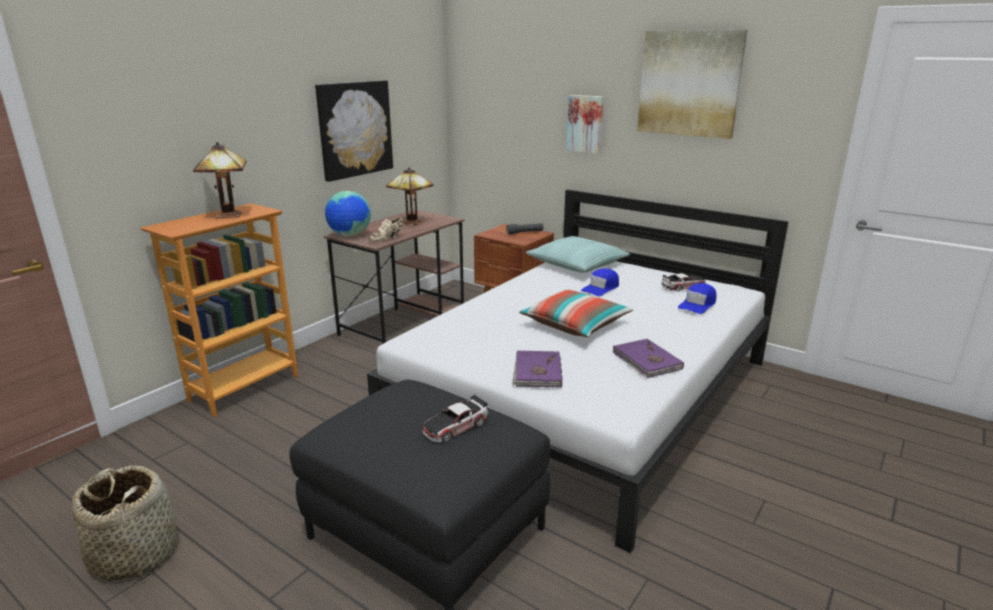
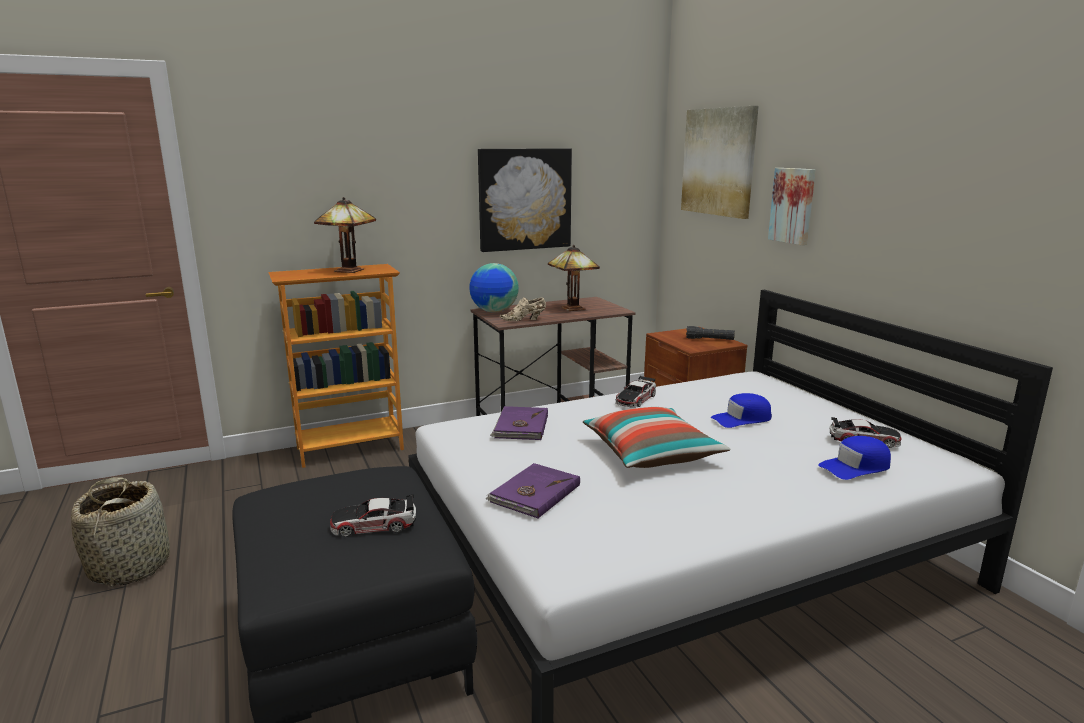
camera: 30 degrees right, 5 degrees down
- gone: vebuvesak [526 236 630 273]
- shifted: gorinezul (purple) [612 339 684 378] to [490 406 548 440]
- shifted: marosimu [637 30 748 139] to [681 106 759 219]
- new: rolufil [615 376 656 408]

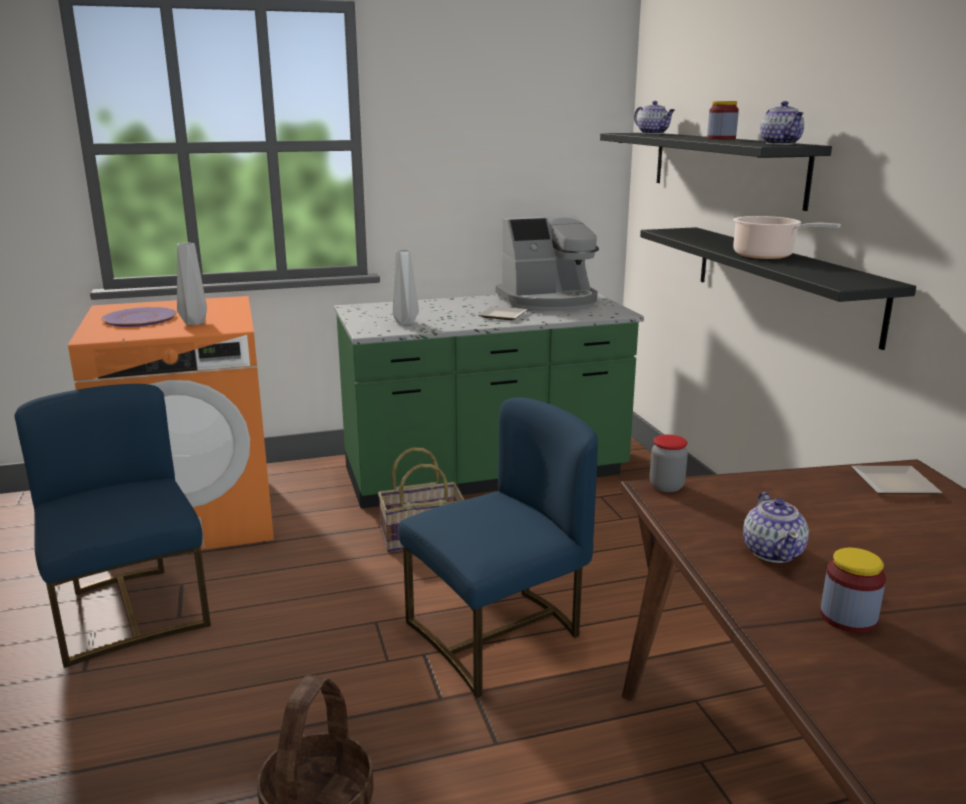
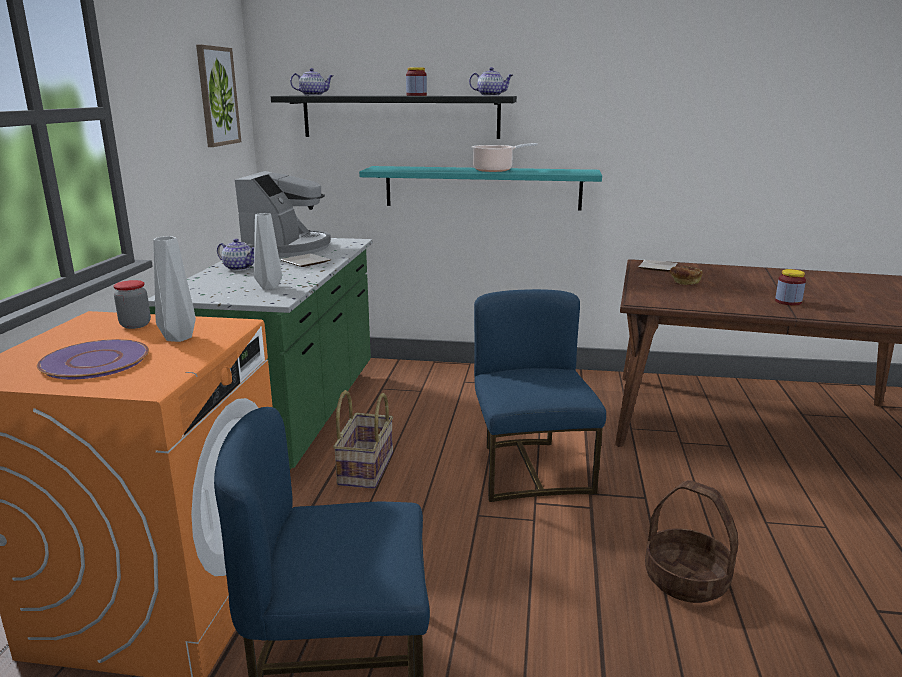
camera: 65 degrees left, 0 degrees up
- repainted: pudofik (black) [640 227 916 350] to pudofik (turquoise) [359 166 602 210]
- shifted: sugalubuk [650 435 688 492] to [113 280 151 329]
- shifted: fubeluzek [743 492 809 563] to [217 239 254 271]
- new: marosimu [196 45 241 147]
- new: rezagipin [670 266 703 285]

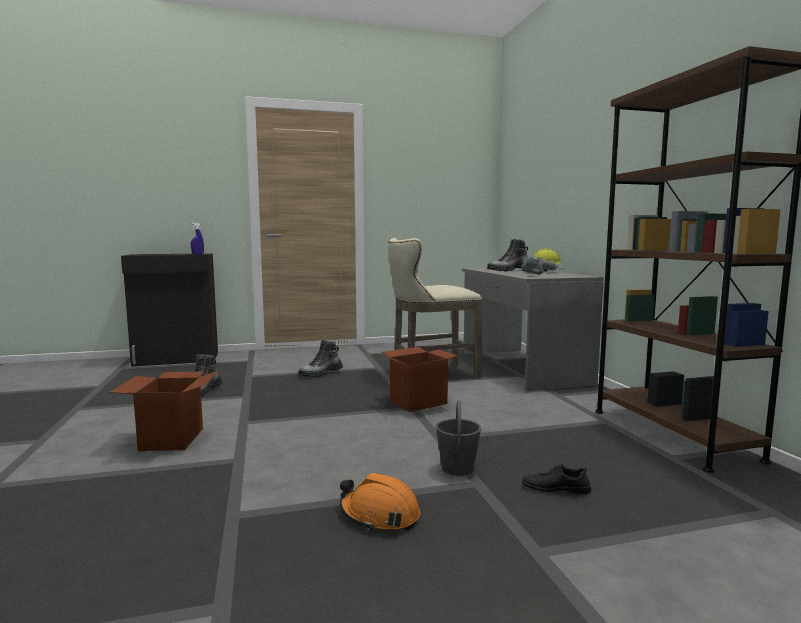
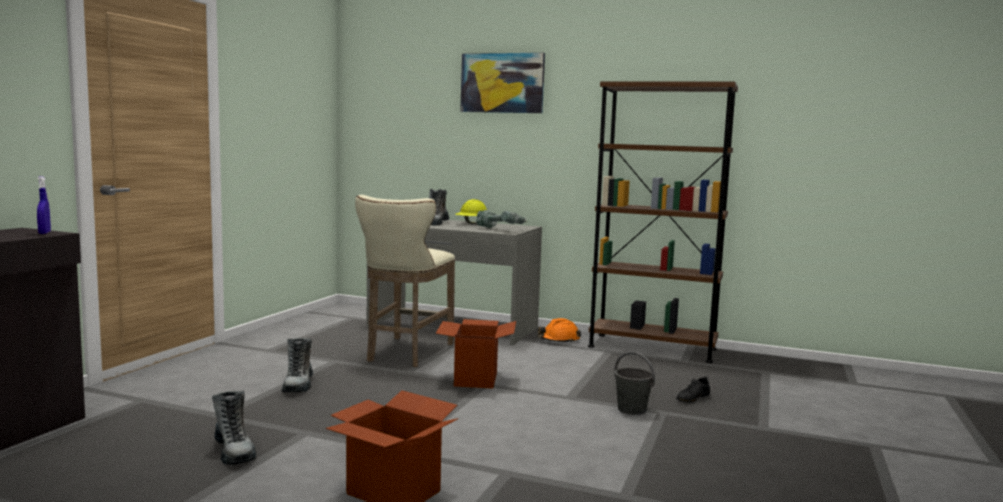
camera: 55 degrees left, 0 degrees up
- shifted: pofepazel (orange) [340 473 420 531] to [538 318 581 343]
- new: marosimu [460 53 545 113]

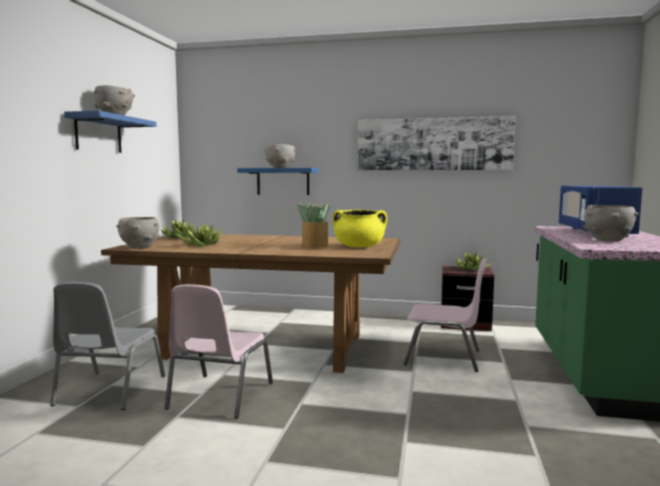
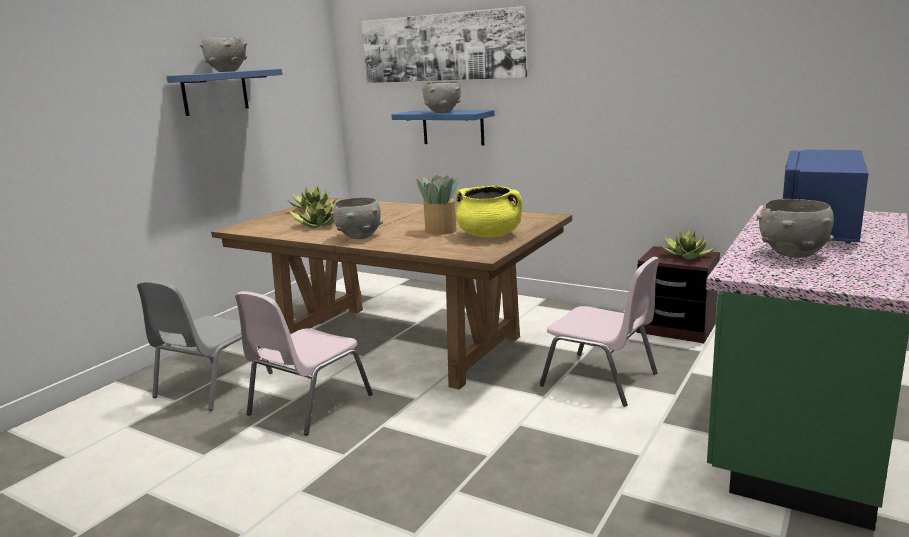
camera: 20 degrees right, 10 degrees up
- shifted: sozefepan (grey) [116 217 160 249] to [330 198 383 239]
- shifted: marosimu [358 116 515 170] to [361 6 527 83]

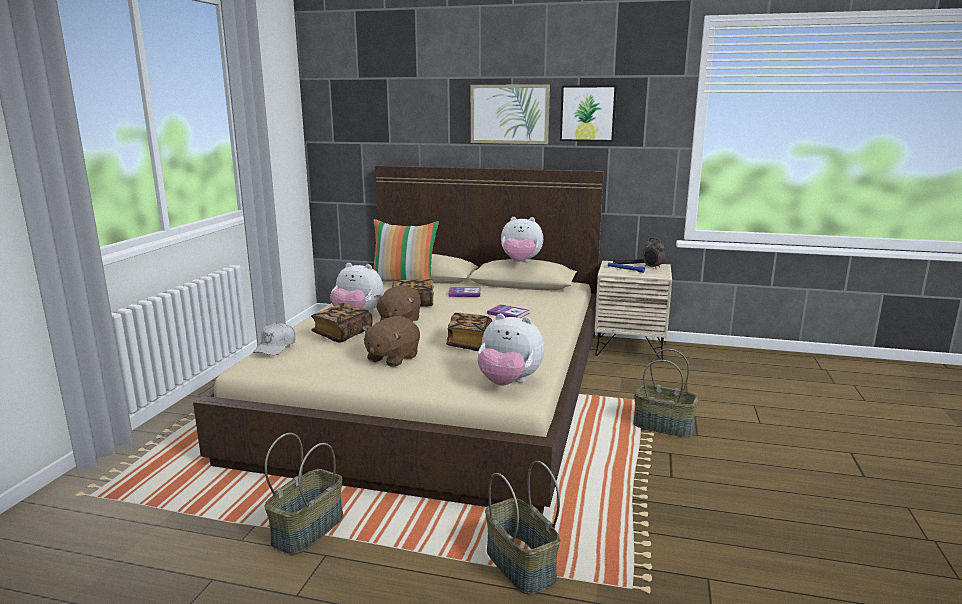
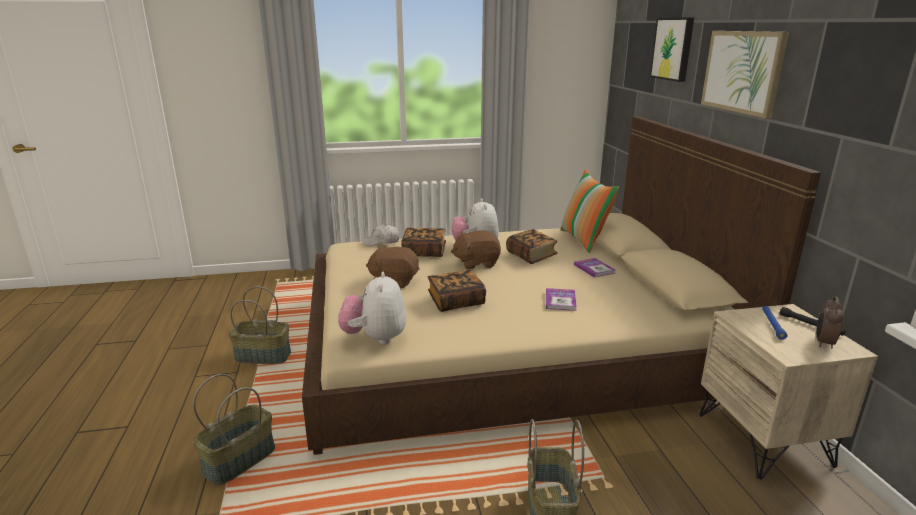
camera: 65 degrees right, 5 degrees up
- gone: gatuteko [501 217 543 262]
- shifted: marosimu [560 85 617 142] to [650 17 694 82]

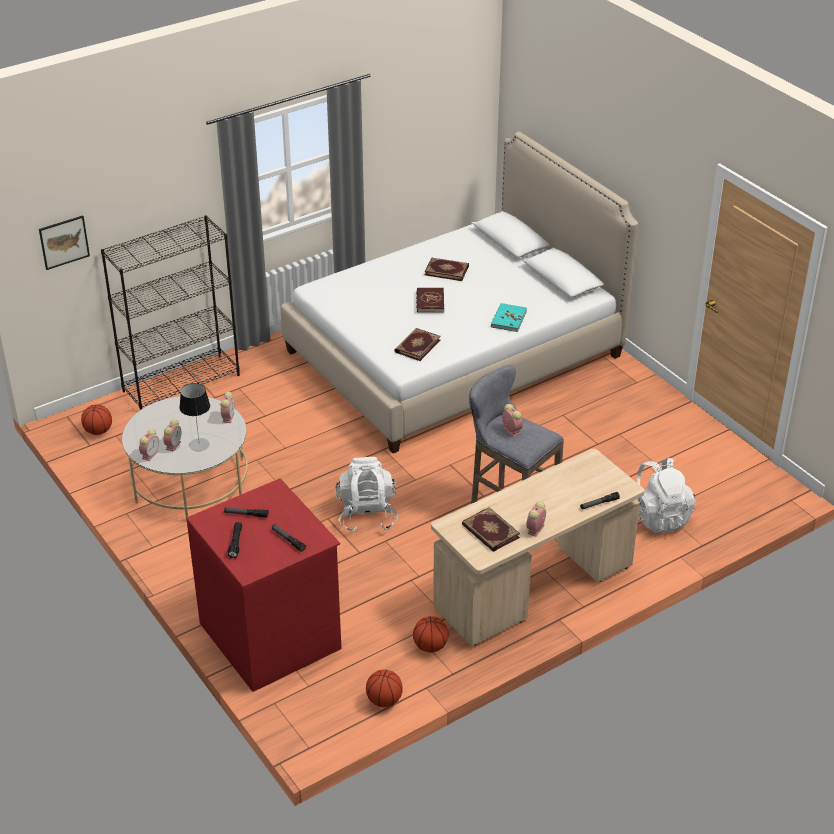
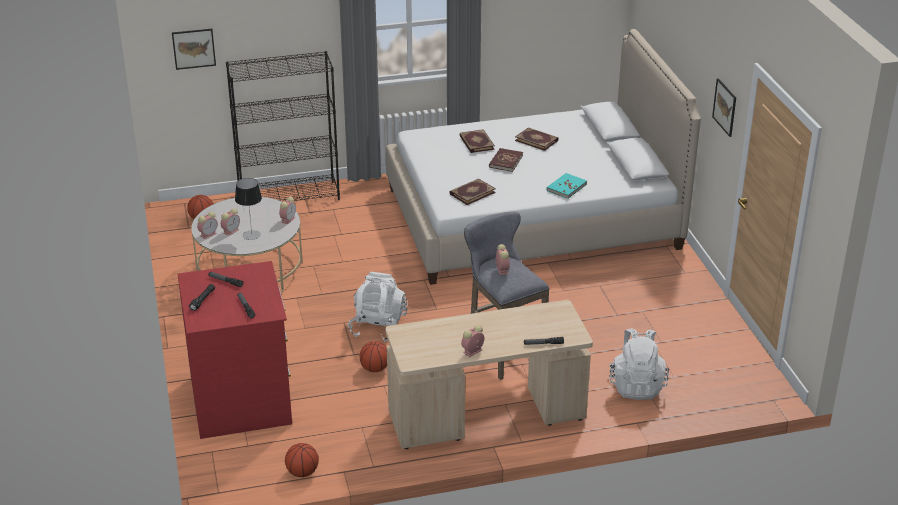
camera: 20 degrees right, 5 degrees down
- shifted: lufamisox [413 616 449 653] to [360 341 387 372]
- shifted: gorinezul [462 507 520 552] to [459 129 495 153]
- new: marosimu [712 78 736 137]

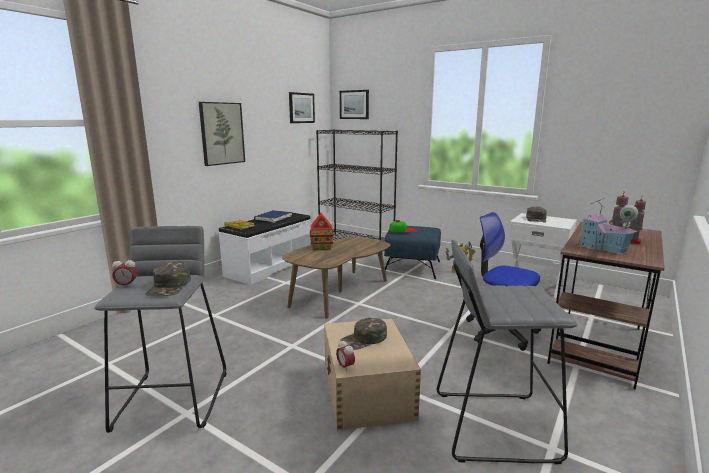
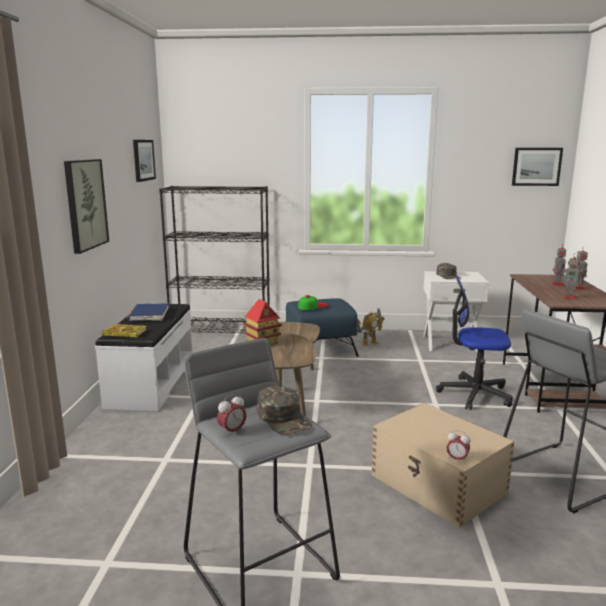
camera: 30 degrees left, 0 degrees up
- shifted: marosimu [340 90 369 119] to [512 148 563 186]
- gone: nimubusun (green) [340 318 387 350]
- swapped: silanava [577 198 638 254] to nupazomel [561 253 584 300]

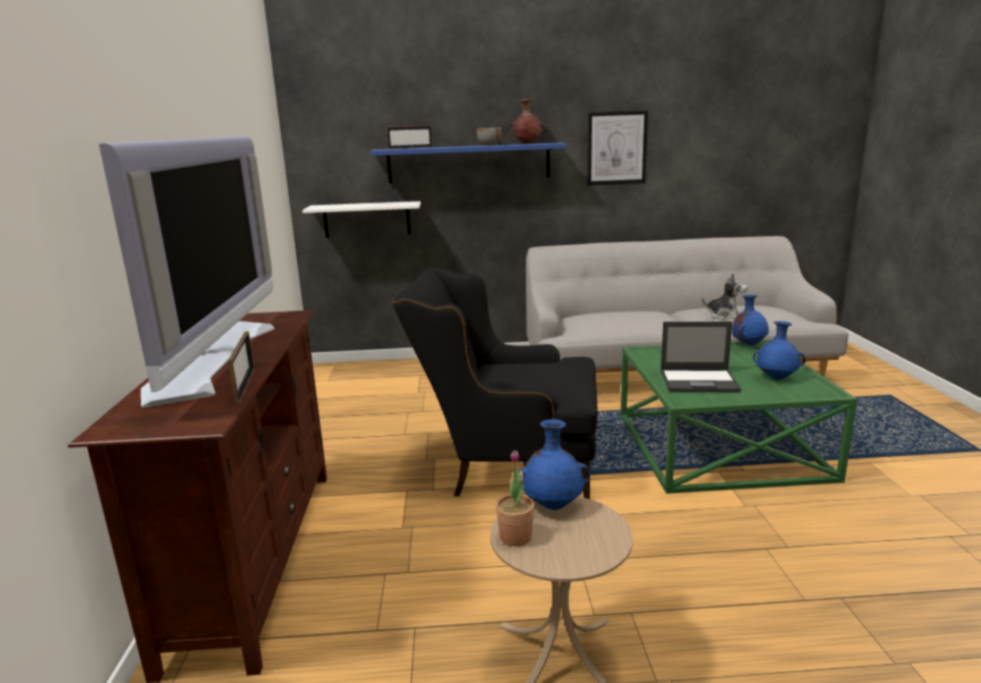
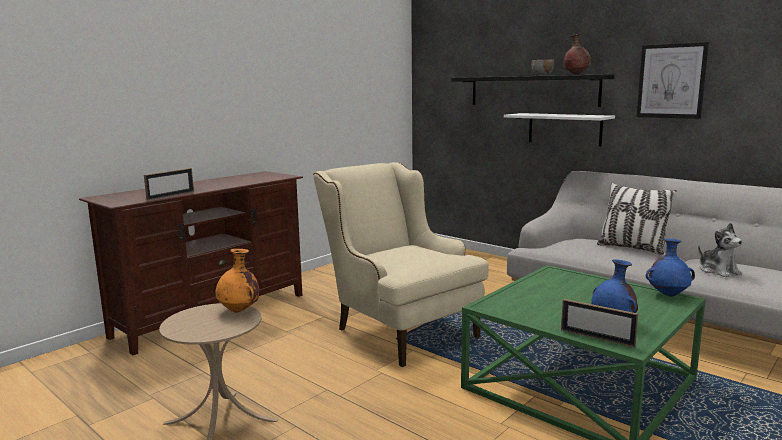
camera: 45 degrees right, 5 degrees down
- gone: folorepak [99 136 275 408]
- shifted: pudofik (white) [302 201 421 238] to [504 113 615 147]
- repainted: pudofik (blue) [371 143 567 184] to pudofik (black) [451 74 615 107]
- shifted: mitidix [386 125 433 149] to [561 299 638 347]
- repainted: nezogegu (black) [392 268 598 499] to nezogegu (beige) [313 162 488 367]
- gone: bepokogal [496 450 534 546]
- repainted: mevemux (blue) [518 419 590 510] to mevemux (orange) [216 249 259 313]
- gone: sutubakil [661 322 741 392]
- new: vebuvesak [597 183 677 255]

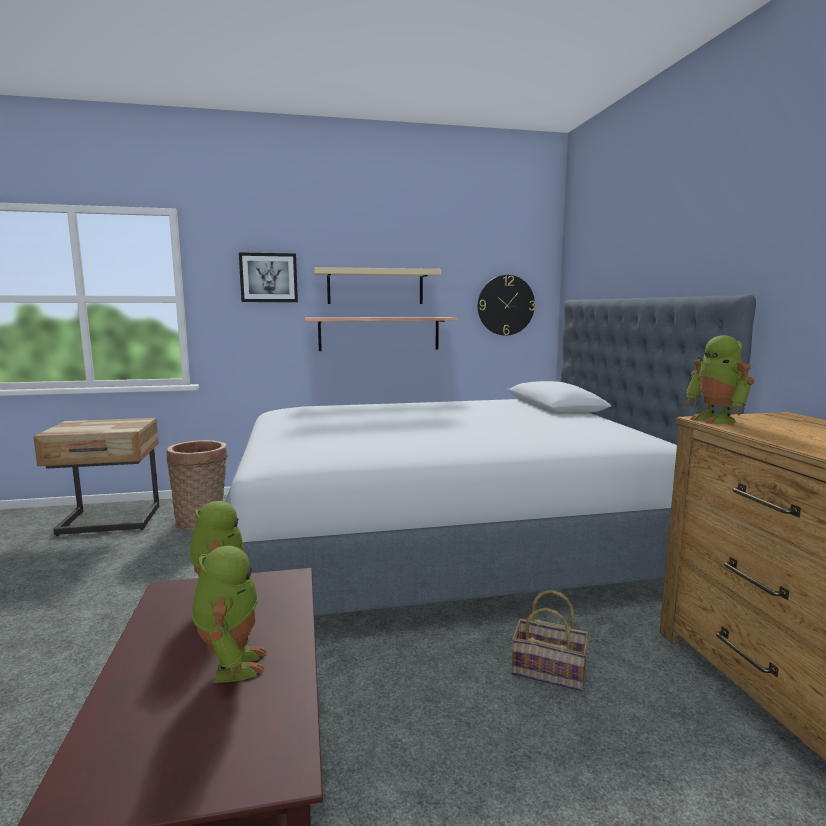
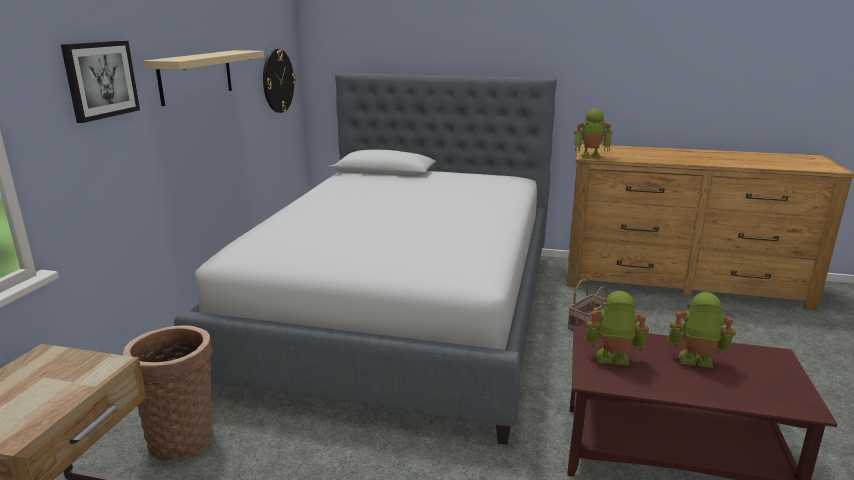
camera: 65 degrees left, 10 degrees up
- gone: pudofik [305 317 458 351]

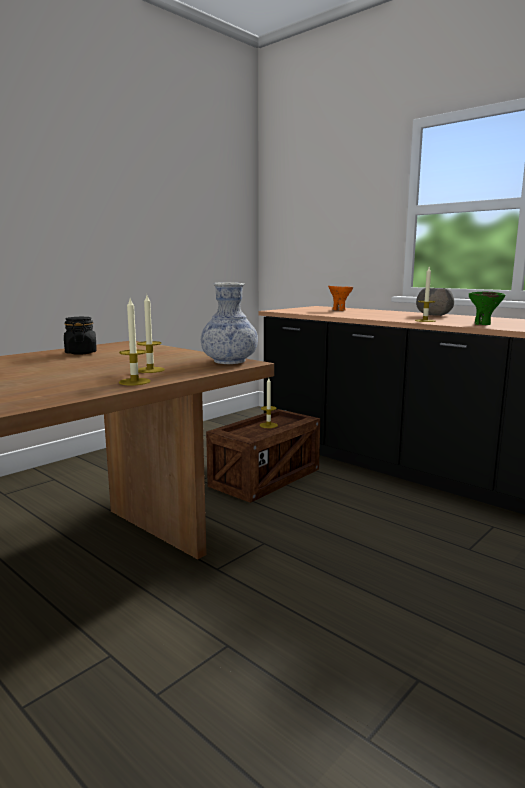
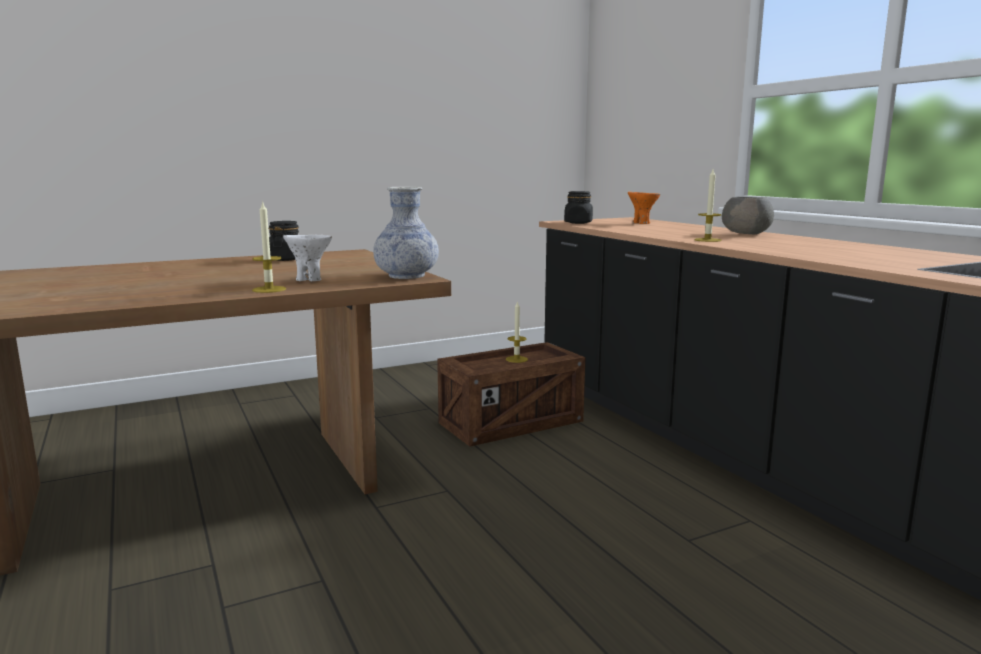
camera: 20 degrees right, 0 degrees up
- swapped: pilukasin [137 295 165 373] to sozefepan (white) [283 235 332 281]
- gone: sozefepan (green) [469 292 505 325]
- new: sugalubuk (black) [564 191 593 224]

